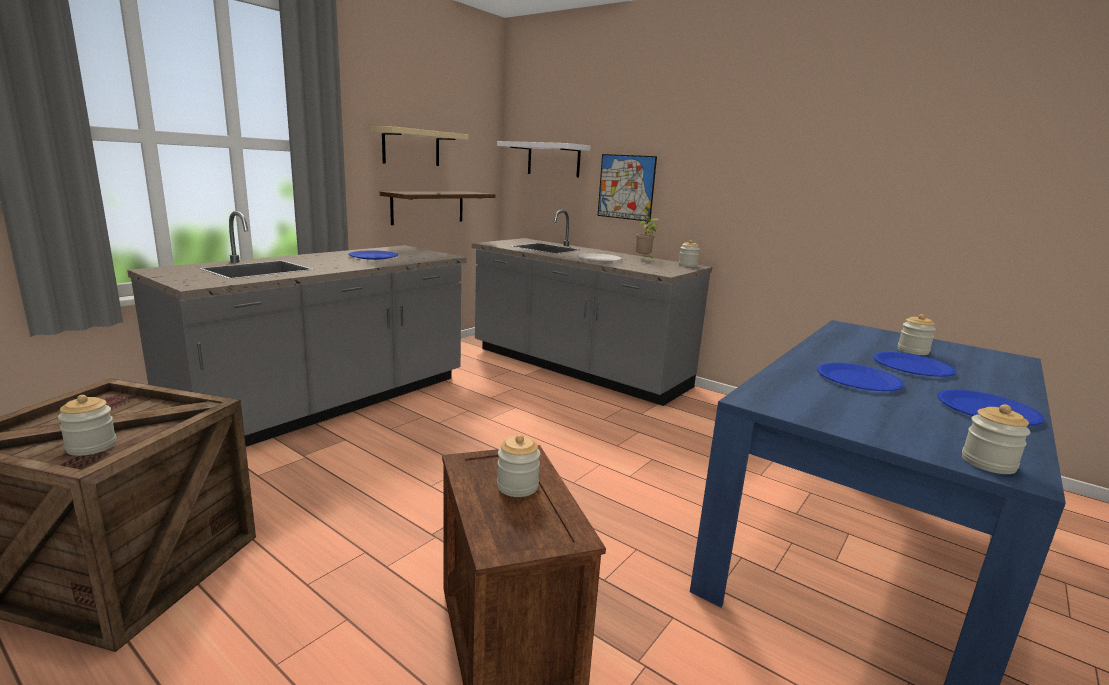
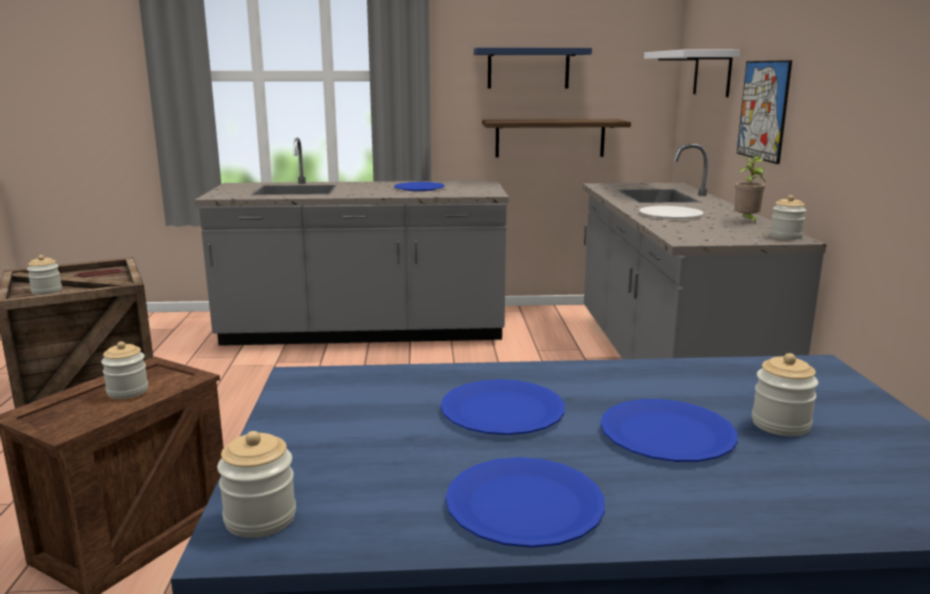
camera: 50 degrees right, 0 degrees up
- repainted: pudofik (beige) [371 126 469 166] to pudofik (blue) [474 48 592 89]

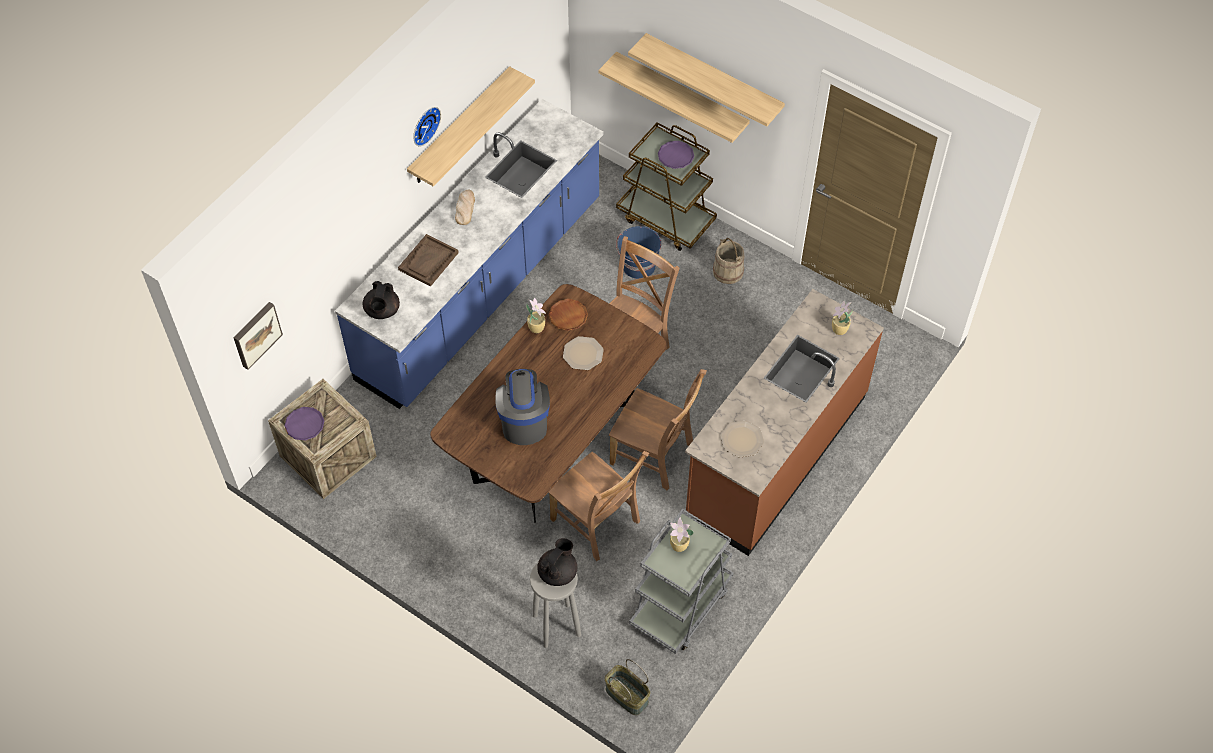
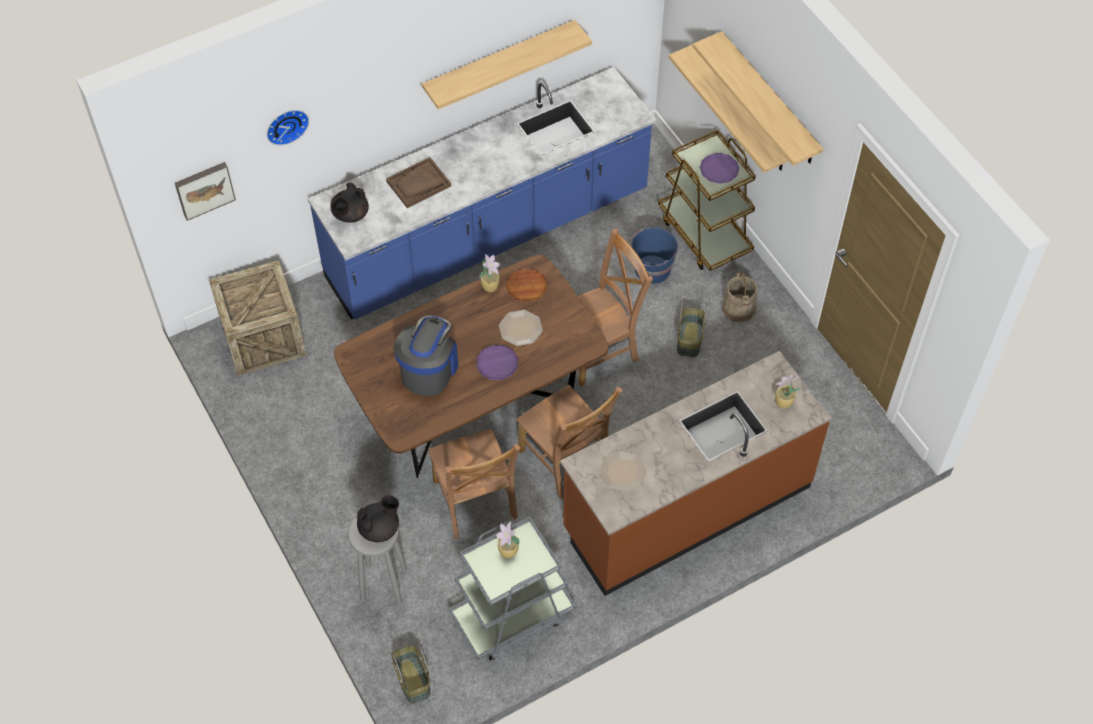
camera: 25 degrees right, 0 degrees up
- shifted: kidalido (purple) [285 407 324 440] to [476 345 518 380]
- shifted: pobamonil [413 107 441 146] to [267 110 309 146]
- gone: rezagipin [455 190 475 225]
- new: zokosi [677 299 708 357]

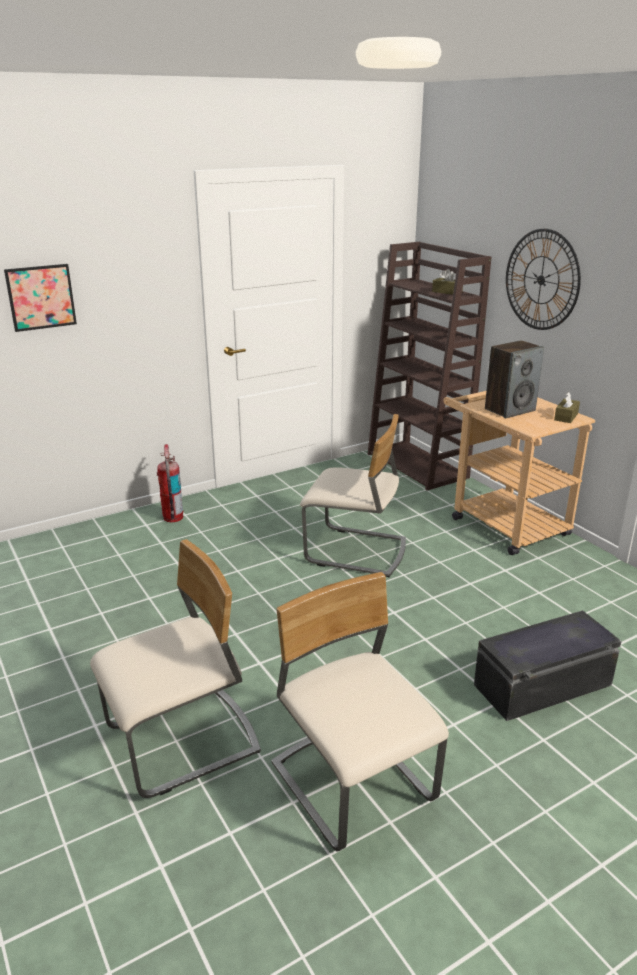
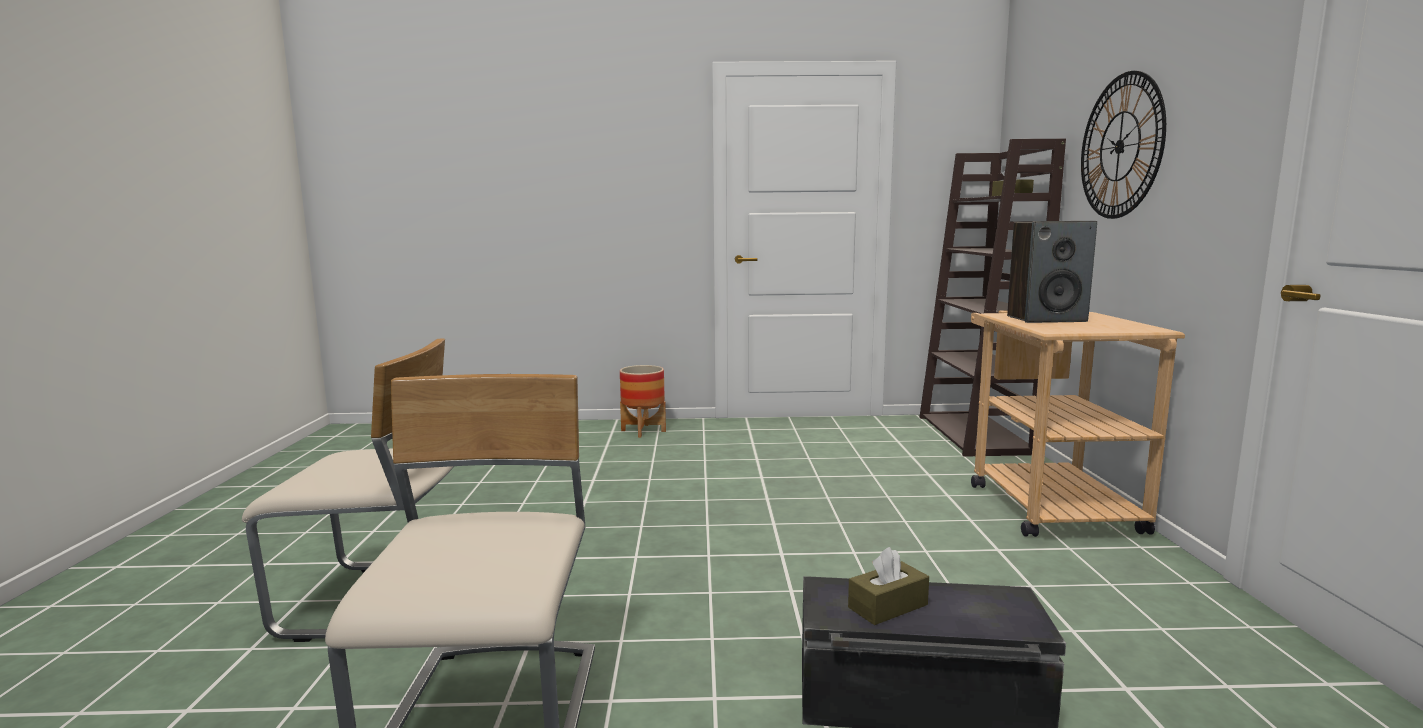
camera: 30 degrees right, 15 degrees down
- gone: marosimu [4 264 77 332]
- swapped: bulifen [157 444 183 522] to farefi [620 365 666 438]
- gone: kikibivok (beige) [300 414 406 577]
- shifted: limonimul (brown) [554 392 580 423] to [848 547 929 625]

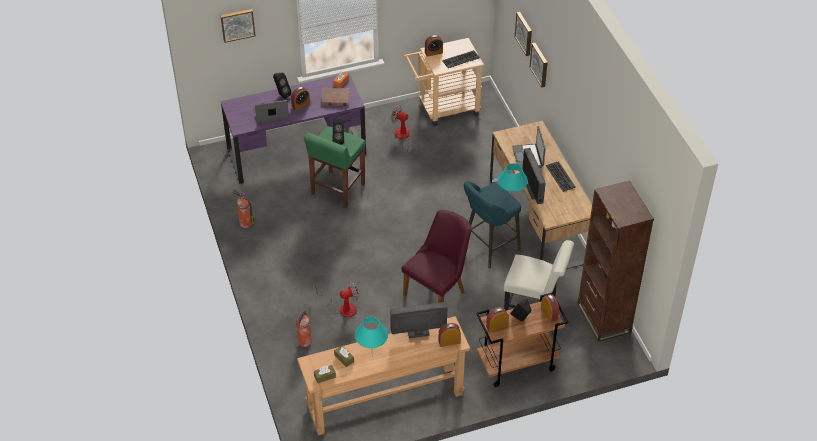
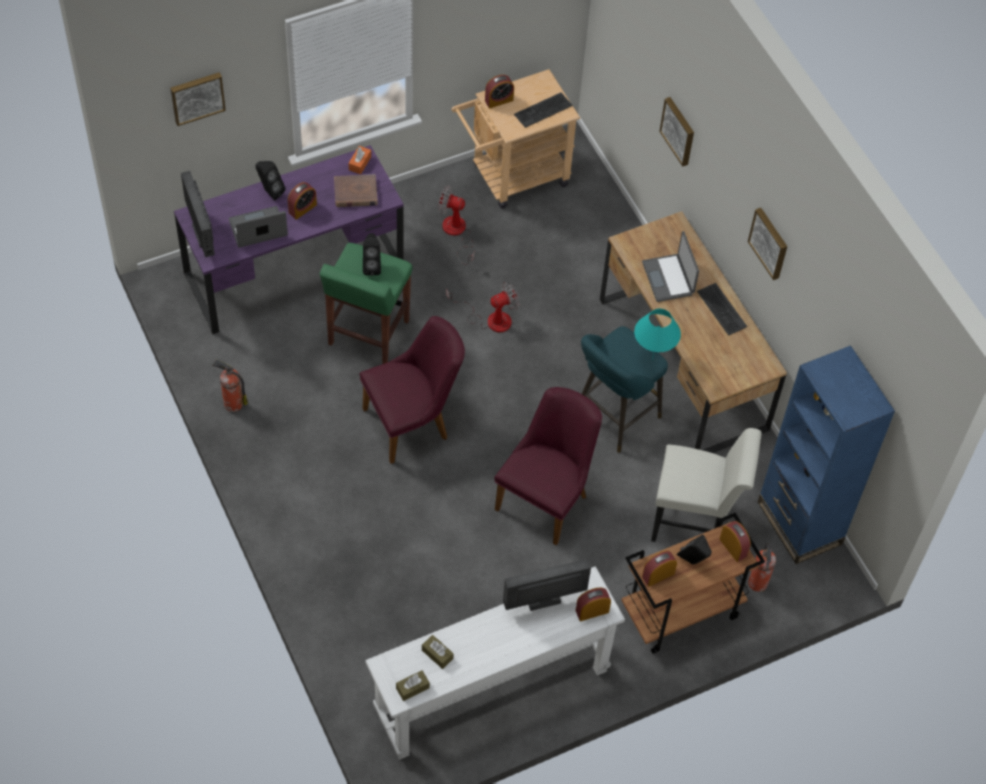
camera: 10 degrees left, 10 degrees up
- shifted: bulifen [296 310 311 347] to [748 543 776 592]
- repainted: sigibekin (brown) [297 316 470 436] to sigibekin (white) [365 566 625 760]
- shifted: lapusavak [312 281 360 317] to [446 282 519 332]
- gone: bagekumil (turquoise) [355 317 388 348]
- shifted: marosimu [515 12 532 56] to [748 208 787 280]
- shifted: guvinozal [522 148 546 204] to [181 171 215 257]
- repainted: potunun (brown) [577 180 654 342] to potunun (blue) [758 345 895 564]
- new: kikibivok (purple) [359 316 465 464]

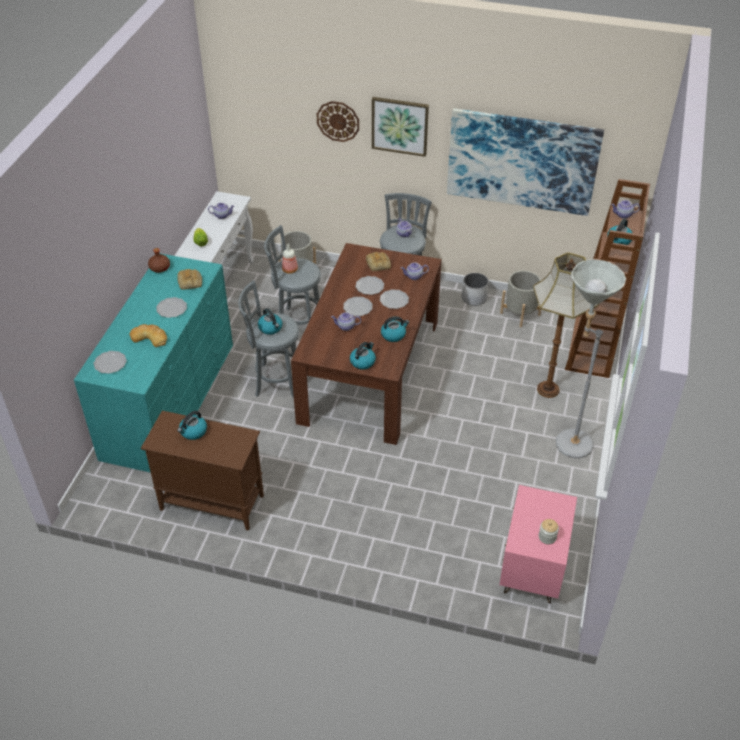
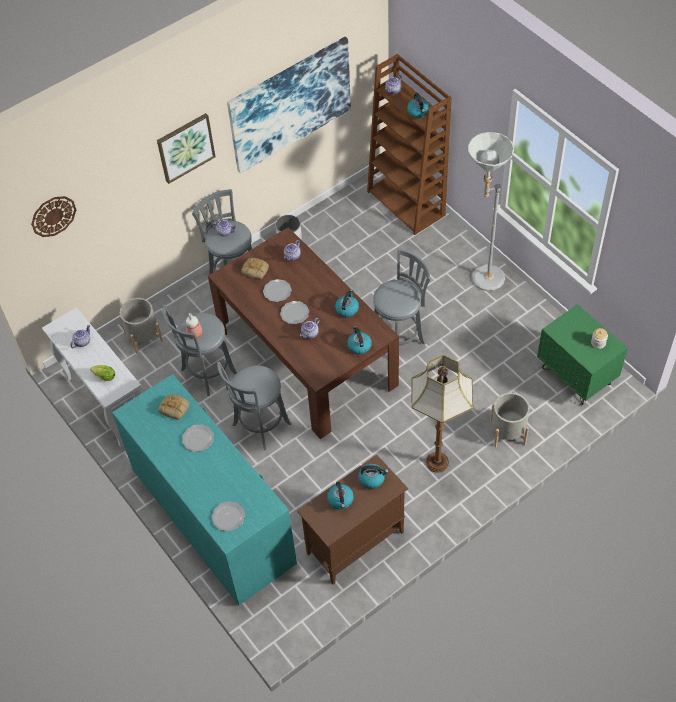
camera: 50 degrees left, 10 degrees up
- gone: rezagipin [129 324 167 347]
- gone: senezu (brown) [148 248 170 273]
- shifted: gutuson [258 308 282 335] to [358 464 389 489]
- shifted: pobamonil [317 101 359 142] to [31 196 76 237]
- gone: kidalido [380 289 409 309]
- repainted: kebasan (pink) [499 485 577 604] to kebasan (green) [537 304 628 405]
- shifted: farefi (grey) [500 270 541 328] to [490 393 530 447]
- shifted: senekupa [533 252 599 398] to [411 355 473 473]
- new: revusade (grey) [373 248 431 346]

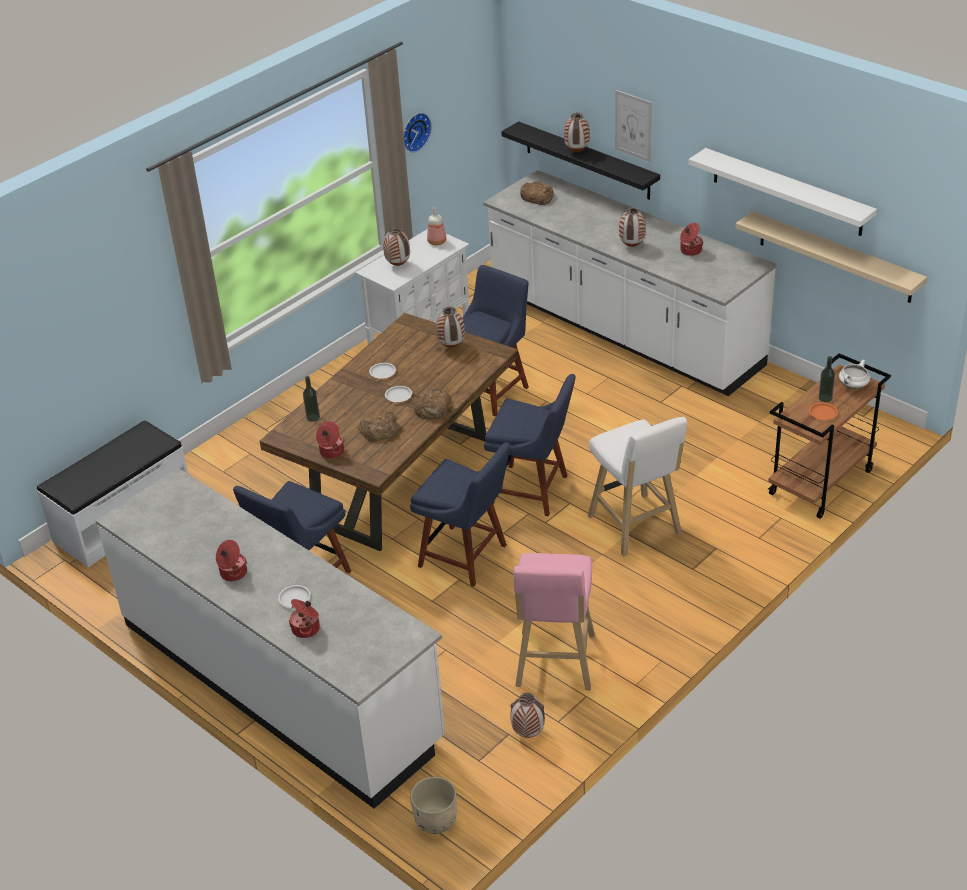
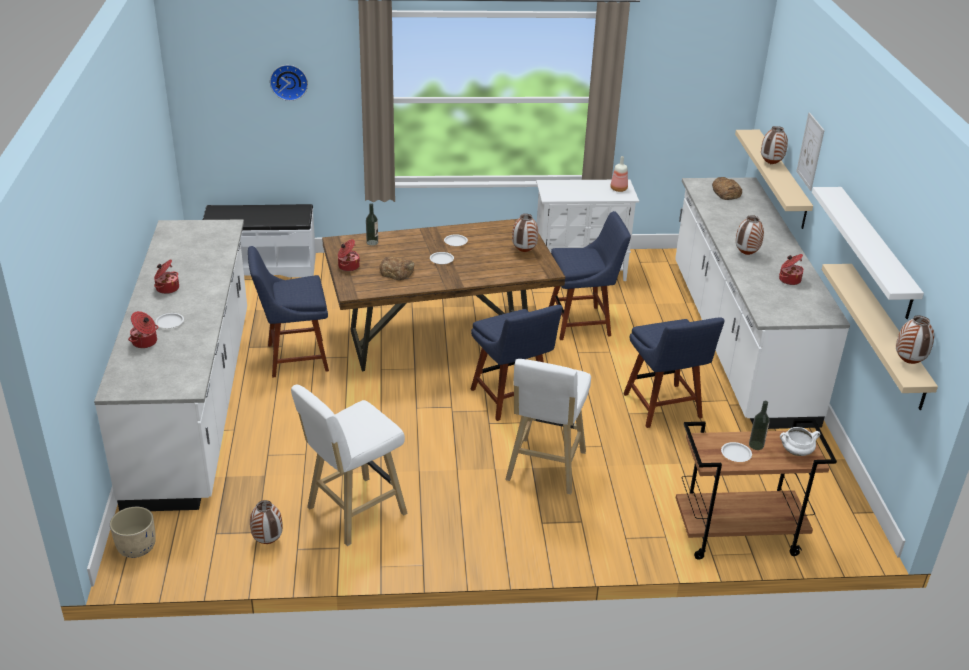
camera: 40 degrees right, 5 degrees down
- shifted: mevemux [383 227 410 266] to [896 315 934 364]
- shifted: pobamonil [404 113 432 153] to [270 65 308 101]
- shifted: kikibivok (blue) [410 442 510 587] to [623 318 725 428]
- gone: rezagipin [414 389 451 420]
- repainted: pudofik (black) [501 121 660 200] to pudofik (beige) [735 130 813 229]
- repainted: revusade (pink) [514 553 595 690] to revusade (white) [291 384 408 546]
- repainted: kidalido (orange) [809 403 838 420] to kidalido (white) [721 442 752 462]

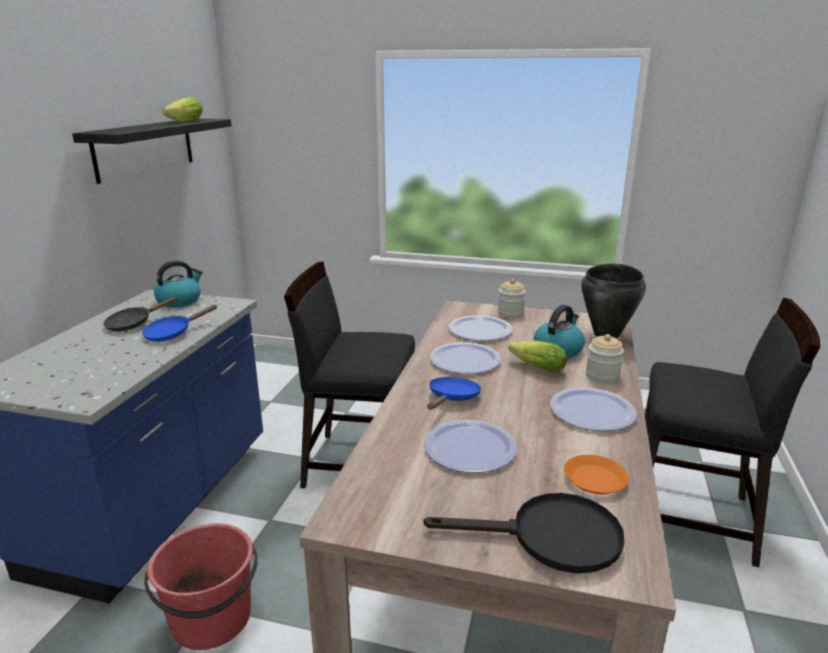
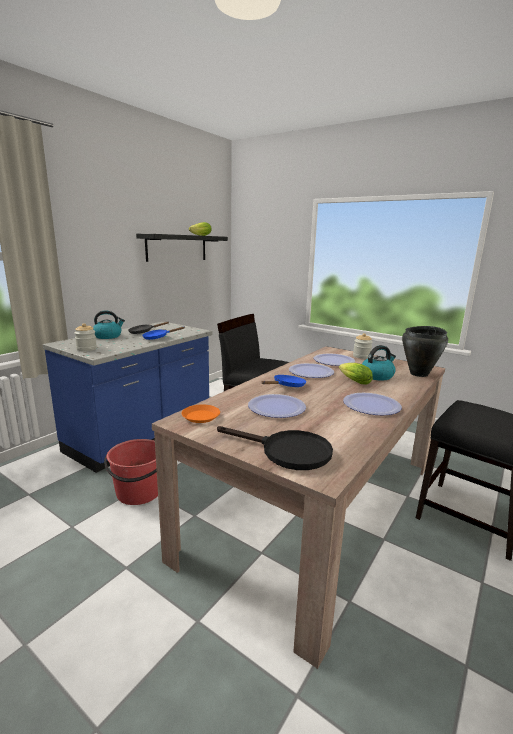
camera: 20 degrees right, 5 degrees down
- shifted: gutuson [154 260 203 307] to [93 311 125 339]
- shifted: kidalido (orange) [564 455 629 494] to [181 404 220 423]
- shifted: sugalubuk [586 334 624 383] to [74 323 97 351]

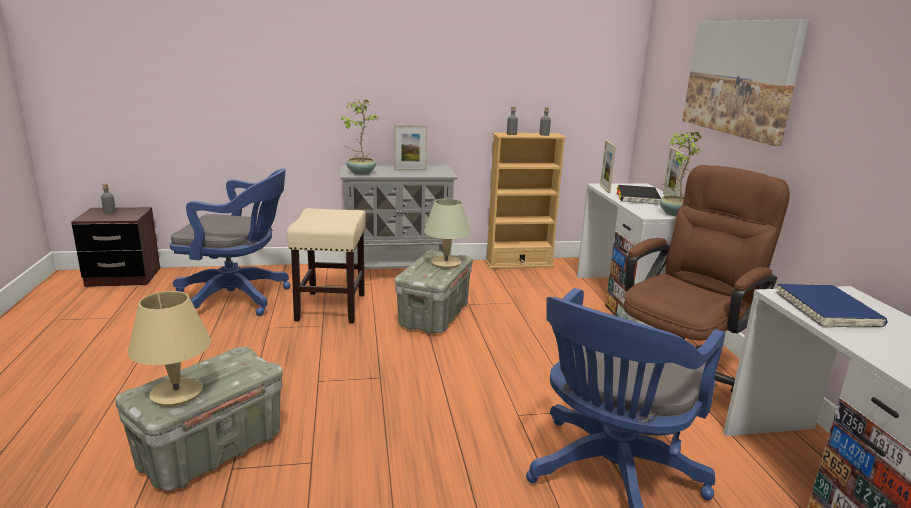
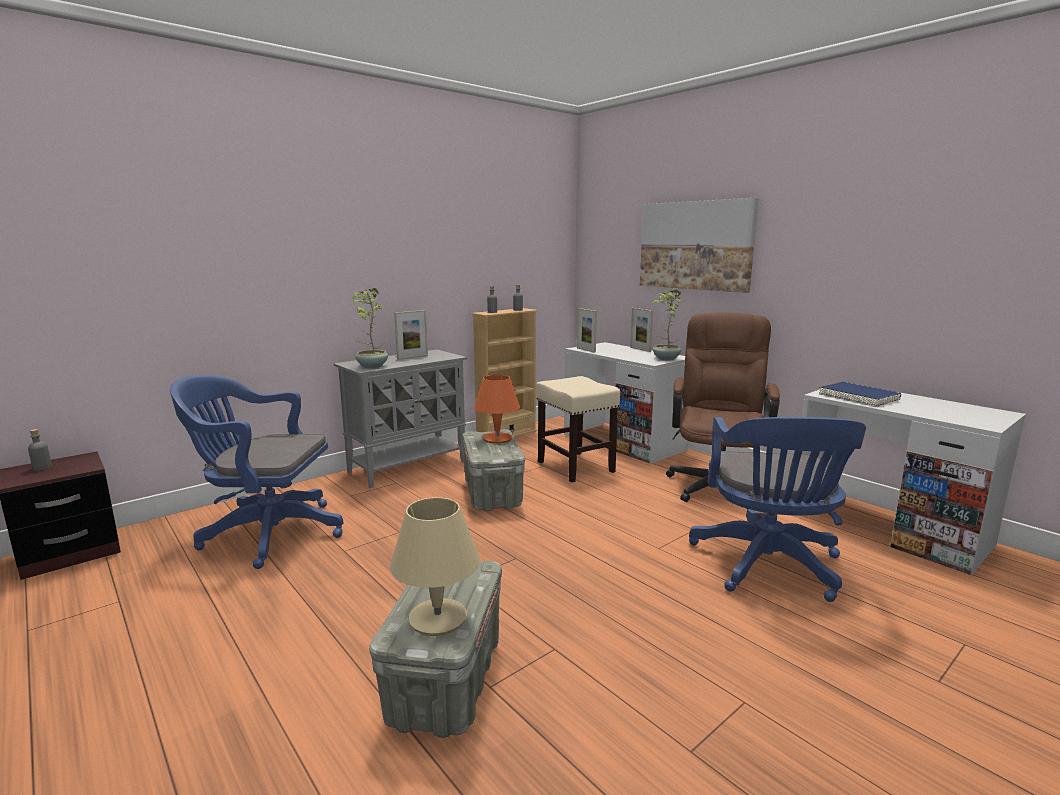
camera: 30 degrees left, 5 degrees down
- rotated: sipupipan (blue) [170 168 291 316] = [170 375 343 569] 150 degrees counterclockwise
- shifted: revusade (beige) [287 208 366 323] to [536 376 621 482]
- repainted: bagekumil (beige) [424 198 470 268] to bagekumil (orange) [474 375 520 444]
- gone: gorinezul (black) [617 185 661 205]

